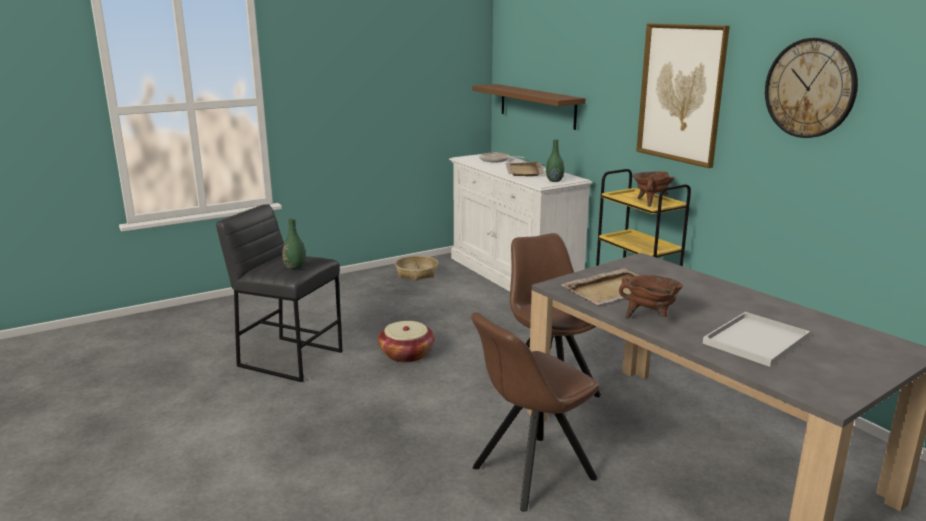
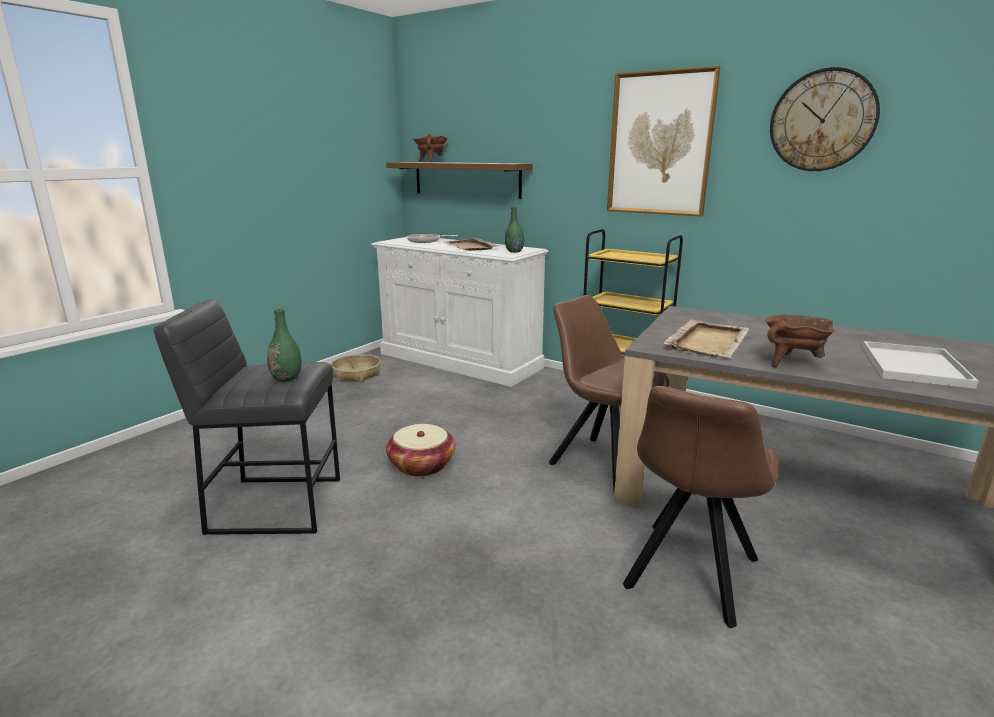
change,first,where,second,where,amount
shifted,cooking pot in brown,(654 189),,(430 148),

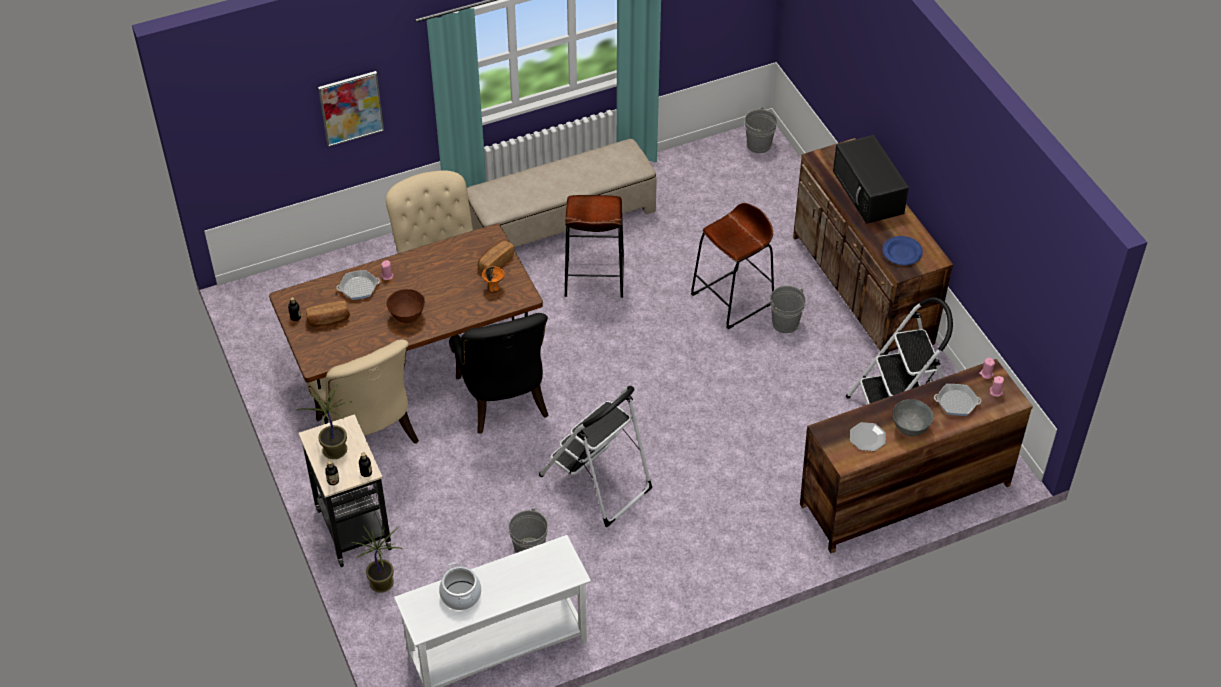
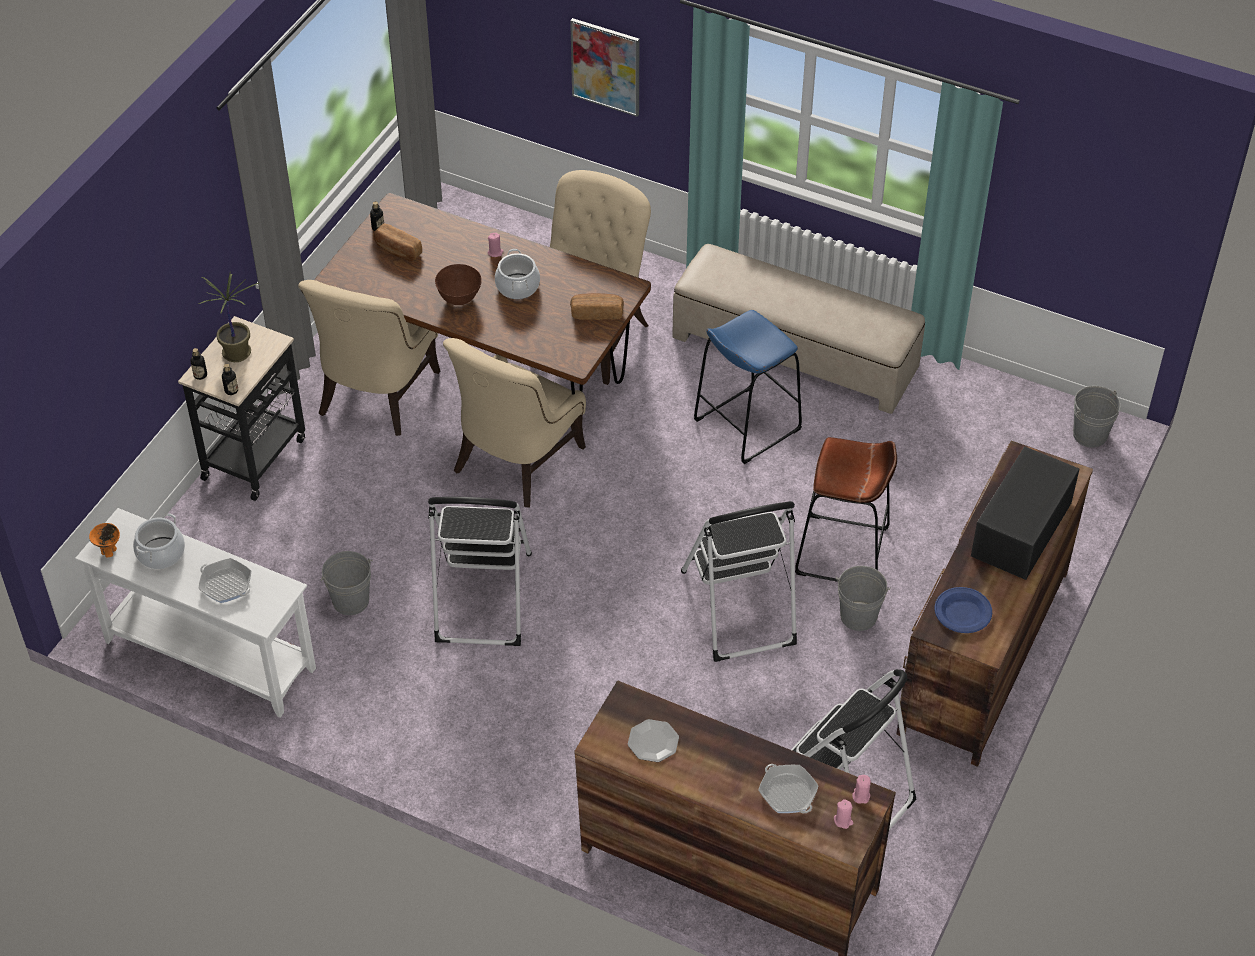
change,first,where,second,where,amount
gone,potted plant,(377 559),,,
gone,bowl in grey,(913 417),,,
new,,,cooking pot,(517 274),
new,,,step ladder,(739 581),
shifted,frying pan,(358 285),,(224 580),
shifted,bowl in orange,(493 279),,(104 540),
repainted,chair in black,(499 373),chair in beige,(514 423),
repainted,stool in brown,(594 246),stool in blue,(748 387),

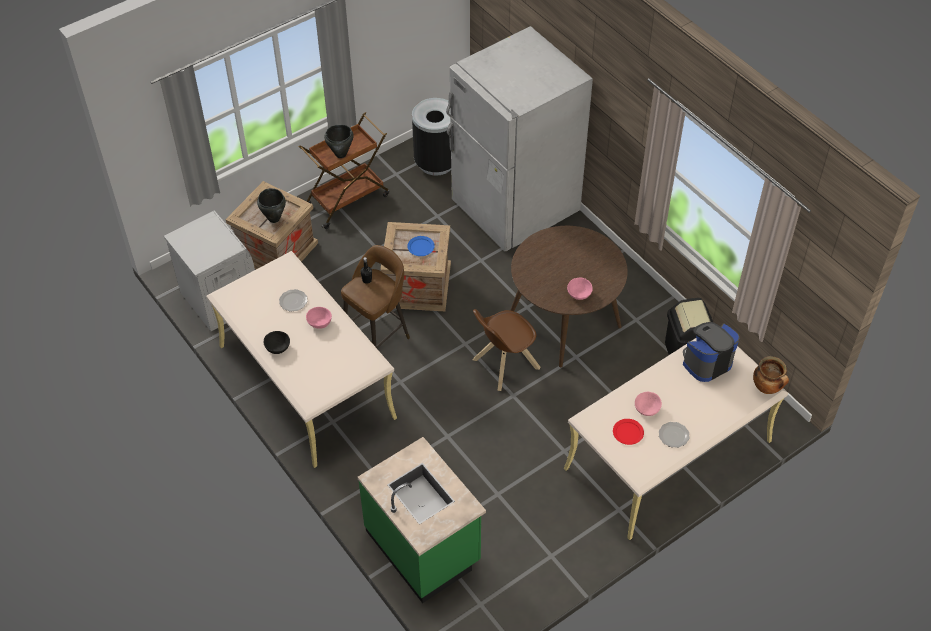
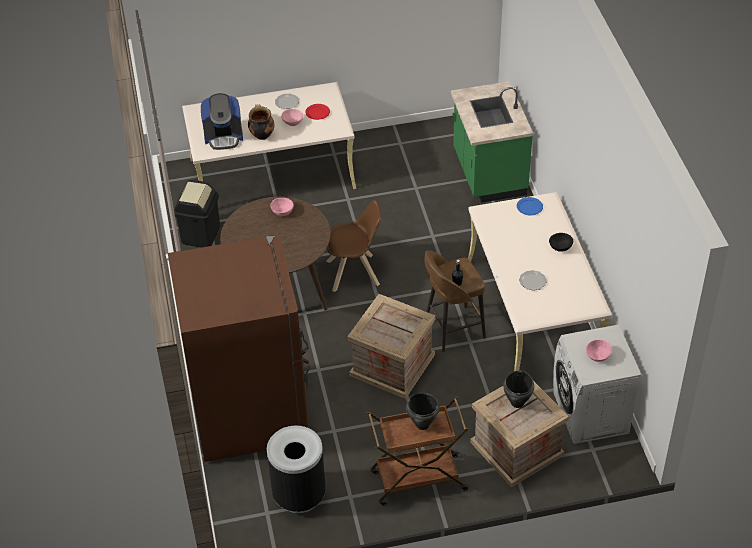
change,first,where,second,where,amount
shifted,bowl in pink,(319 318),,(599 351),
shifted,plate in blue,(421 246),,(530 206),
shifted,cooking pot,(771 375),,(261 122),
repainted,fridge in white,(519 138),fridge in brown,(239 348),

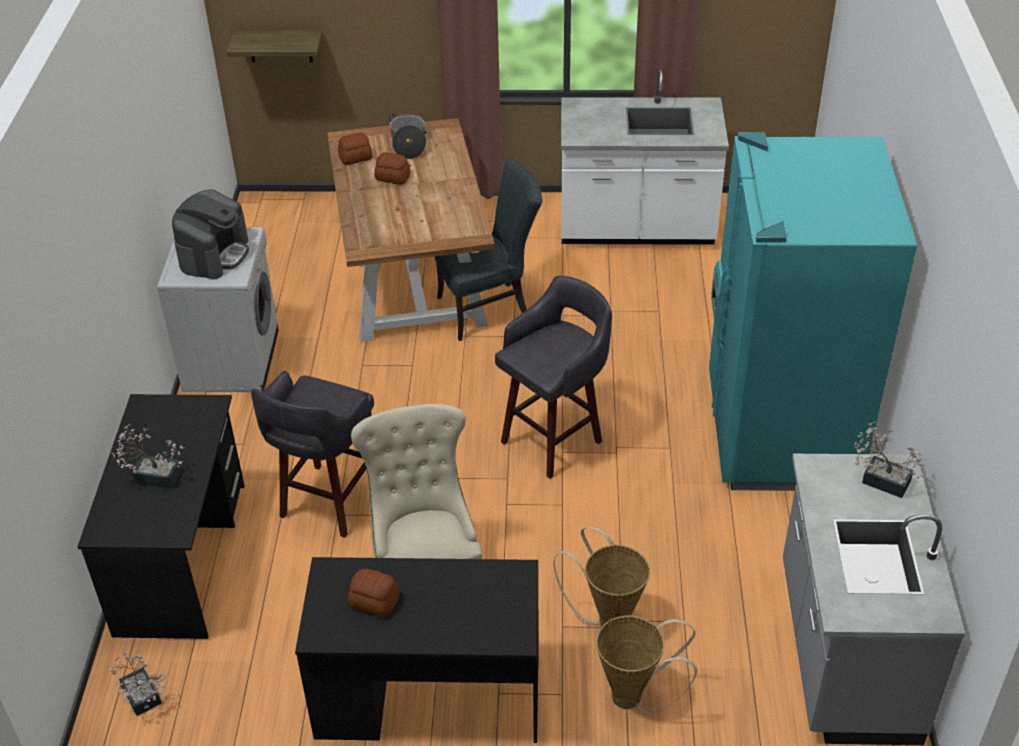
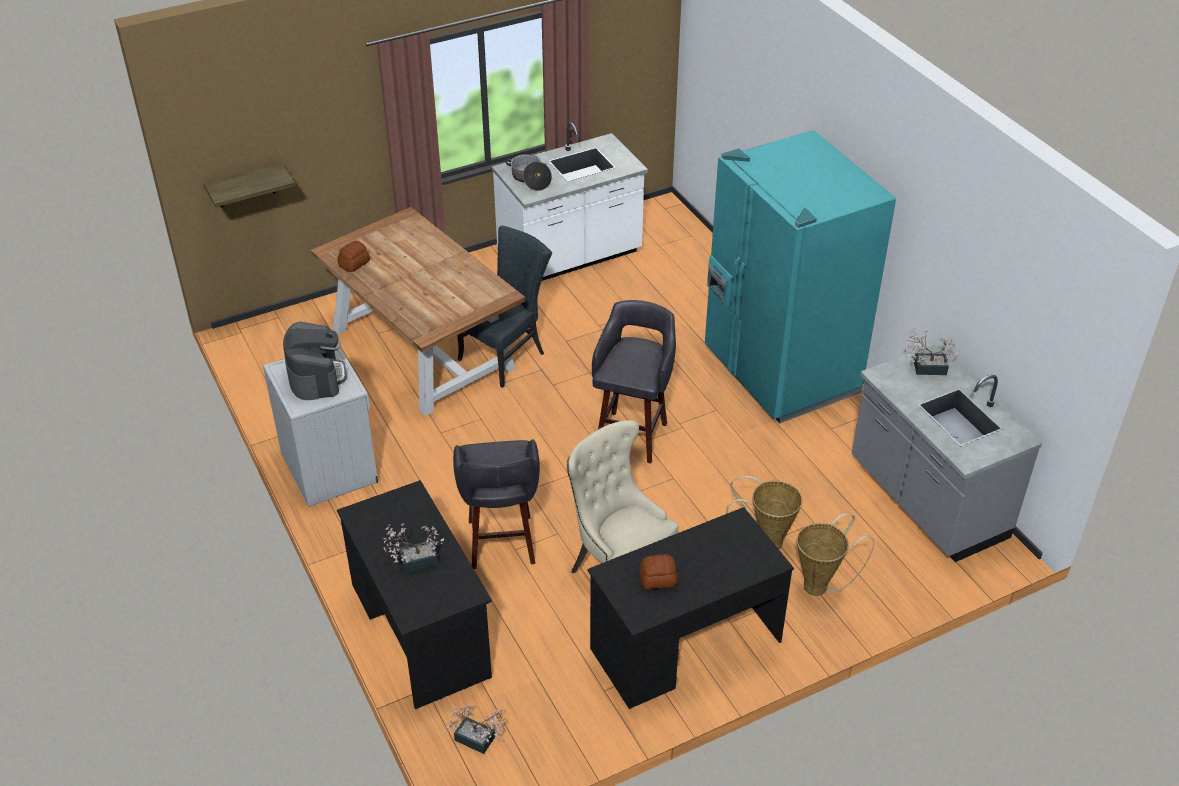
change,first,where,second,where,amount
gone,bread,(392 168),,,
shifted,cooking pot,(407 136),,(528 172),

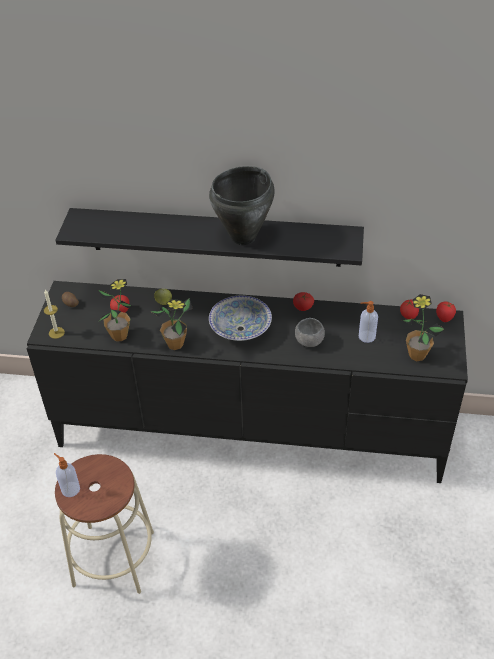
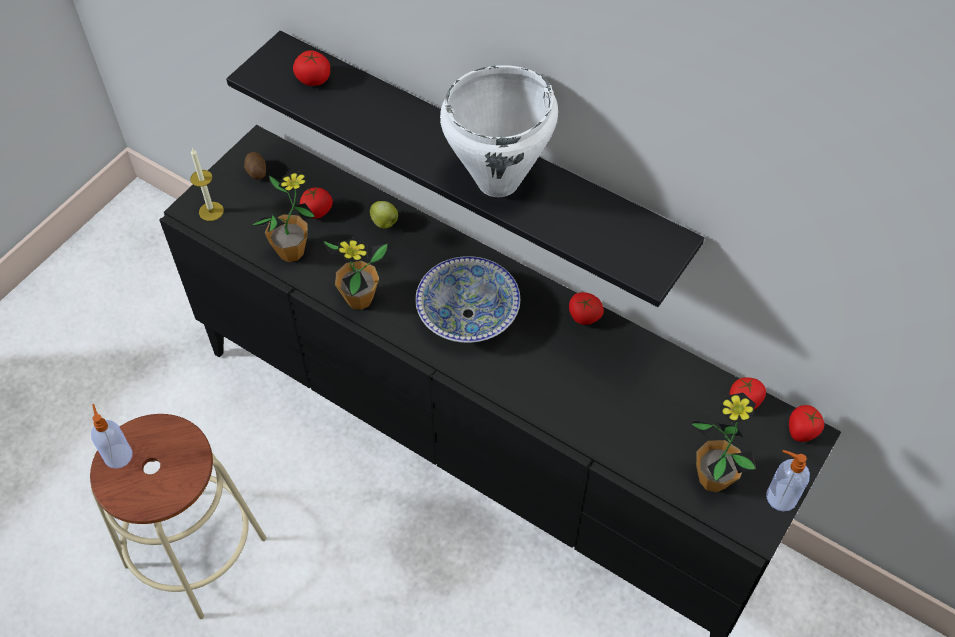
change,first,where,second,where,amount
gone,bowl in grey,(310 332),,,
new,,,tomato,(311 68),
shifted,soap dispenser,(368 322),,(788 480),
repainted,cooking pot in black,(242 205),cooking pot in white,(499 131),

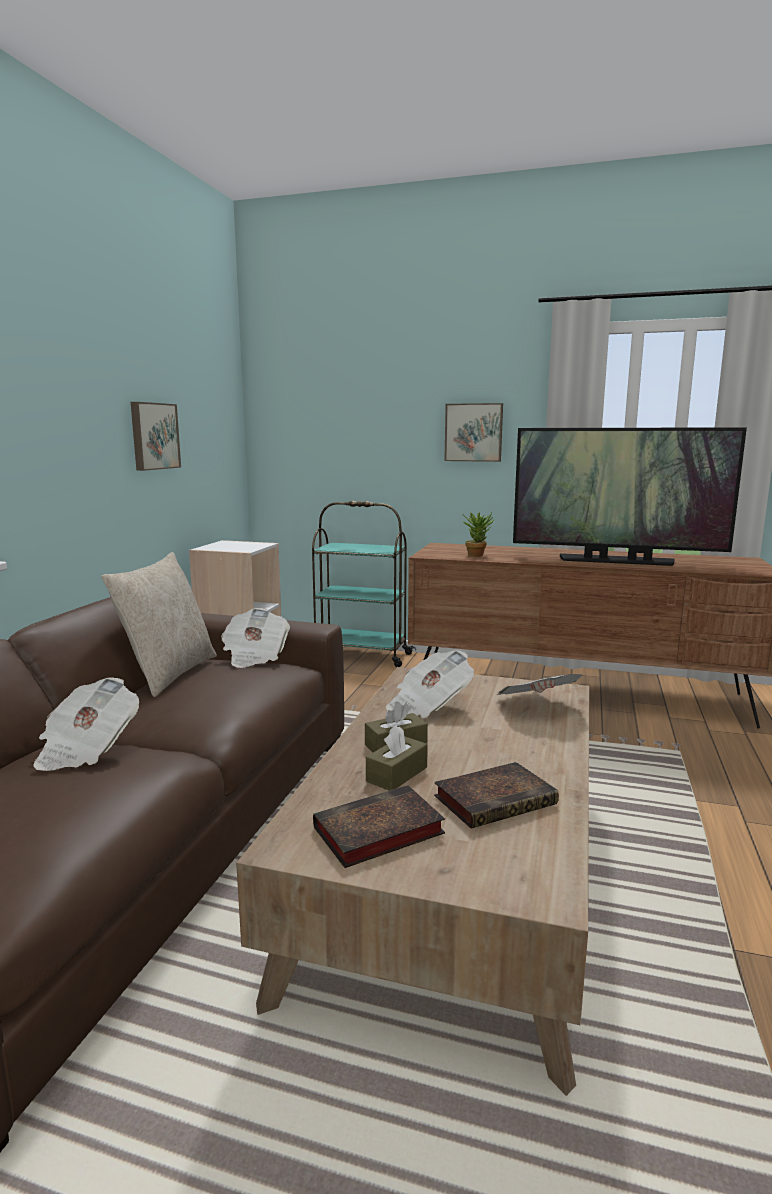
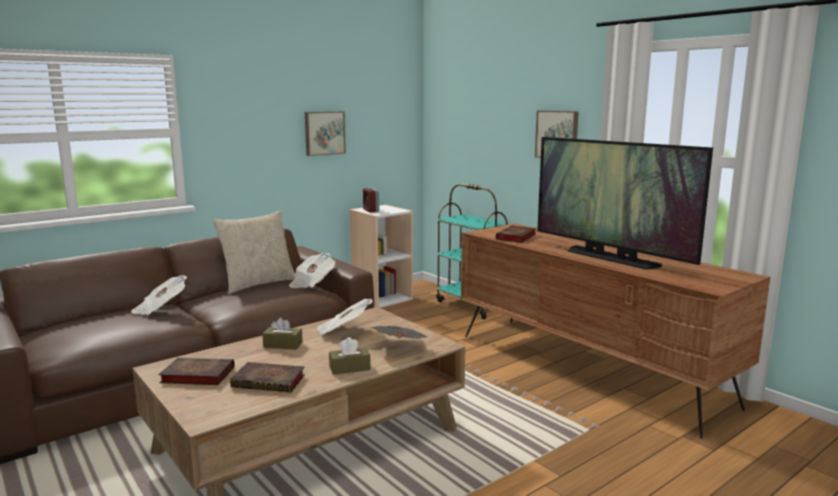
change,first,where,second,where,amount
new,,,alarm clock,(371 200),
shifted,tissue box in brown,(397 758),,(350 356),
swapped,potted plant,(478 534),book,(516 234),

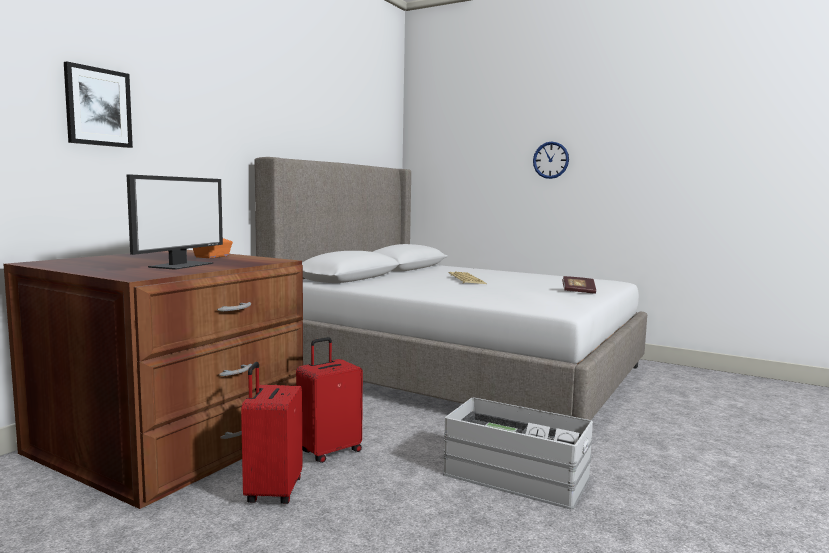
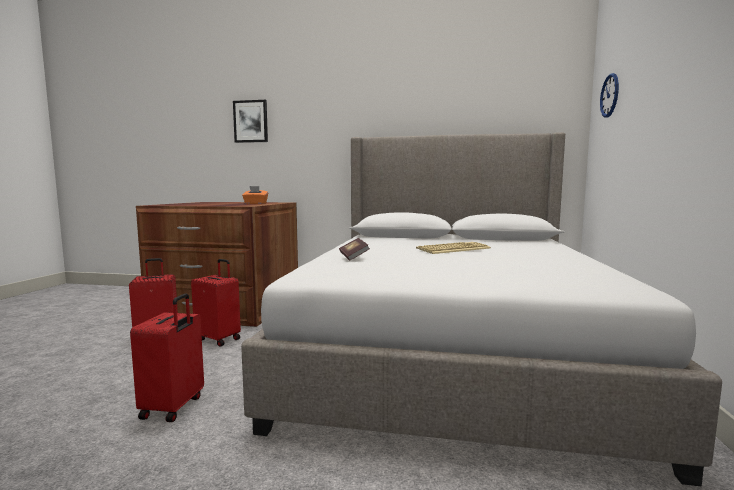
change,first,where,second,where,amount
gone,monitor,(175 222),,,
shifted,wall clock,(551 160),,(609 95),
shifted,book,(579 285),,(354 249),
swapped,storage box in grey,(518 453),suitcase in red,(167 357),

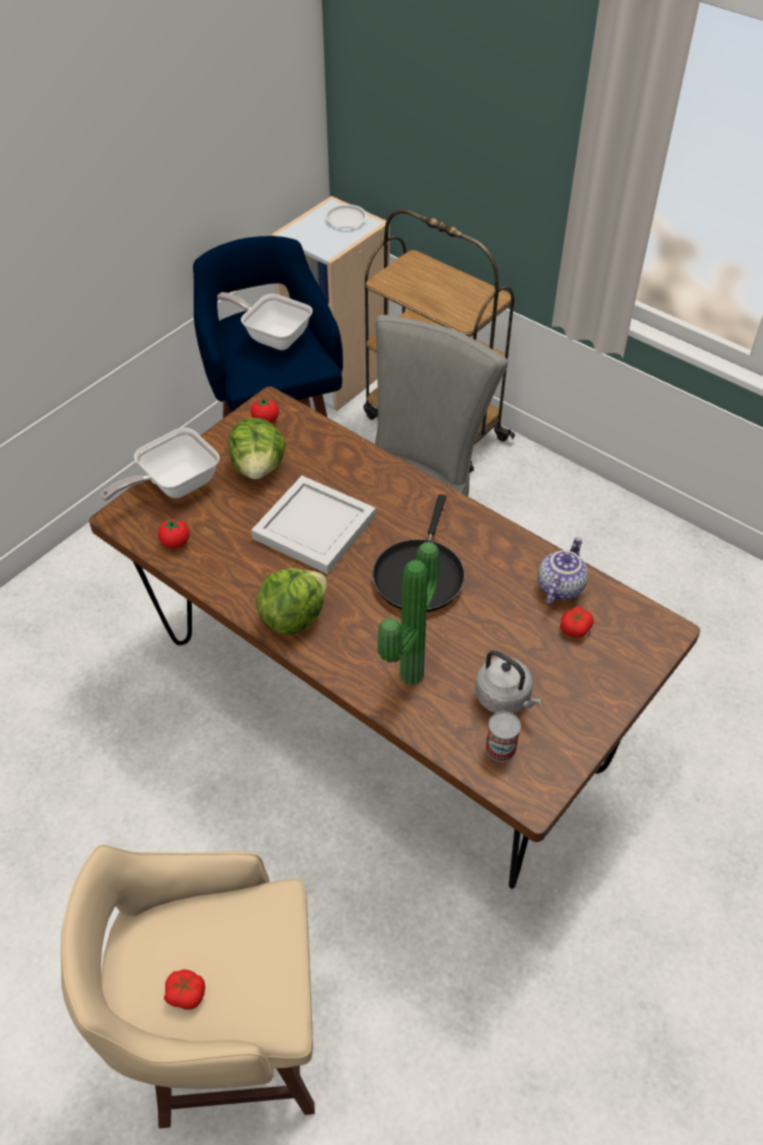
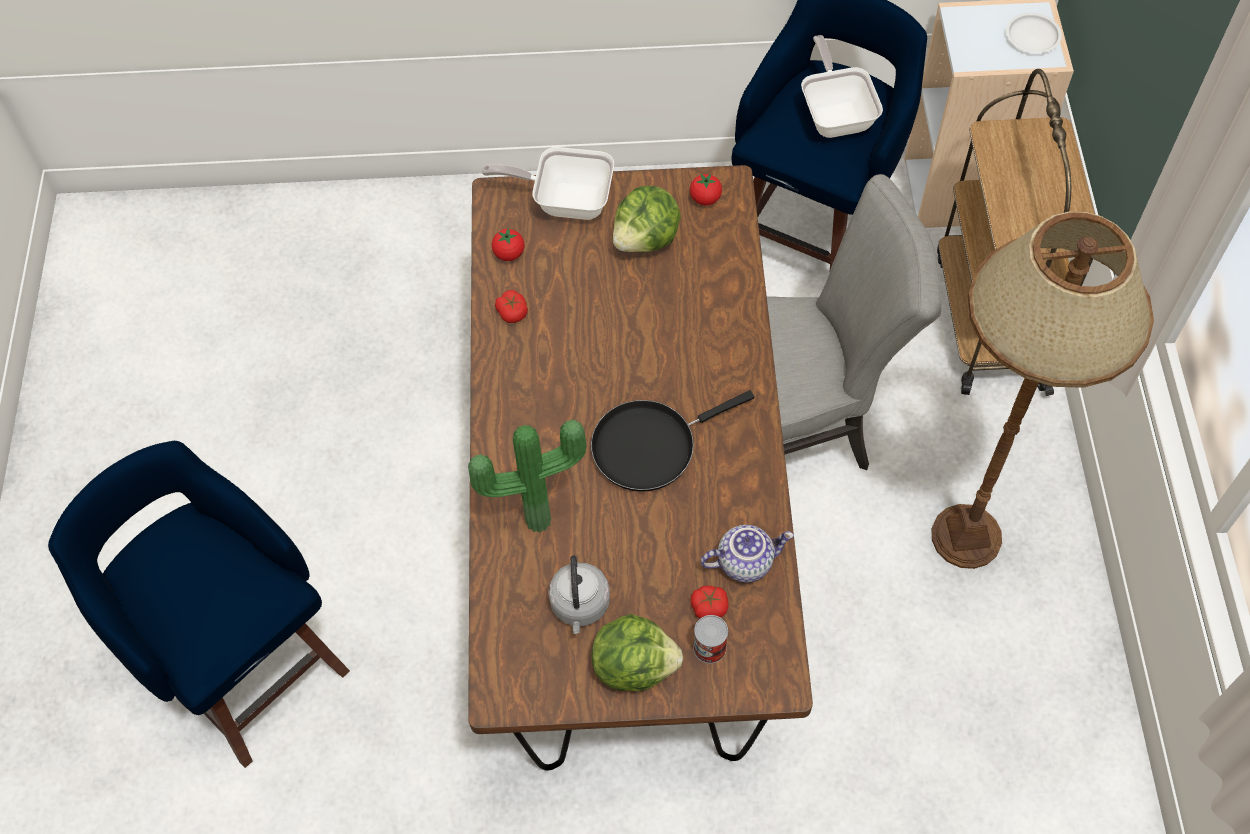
change,first,where,second,where,amount
gone,tray in white,(313 525),,,
new,,,floor lamp in brown,(1043 390),
shifted,tomato,(184 989),,(511 306),
shifted,lettuce,(291 601),,(637 652),
shifted,can,(503 736),,(710 639),
repainted,stool in beige,(188 986),stool in blue,(199 604),

